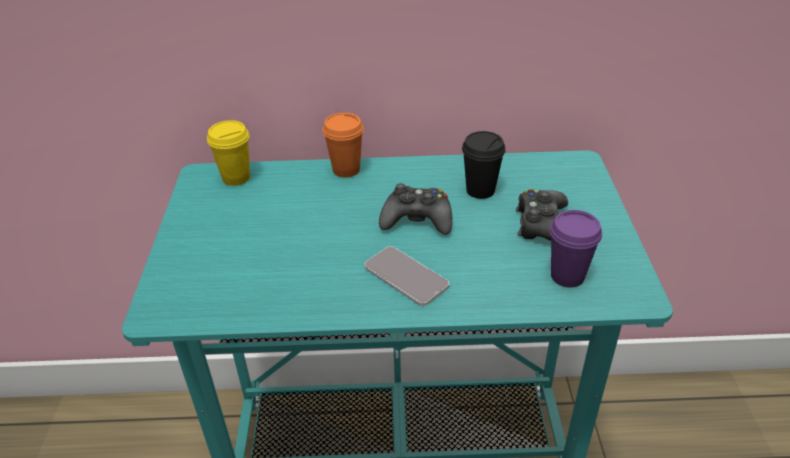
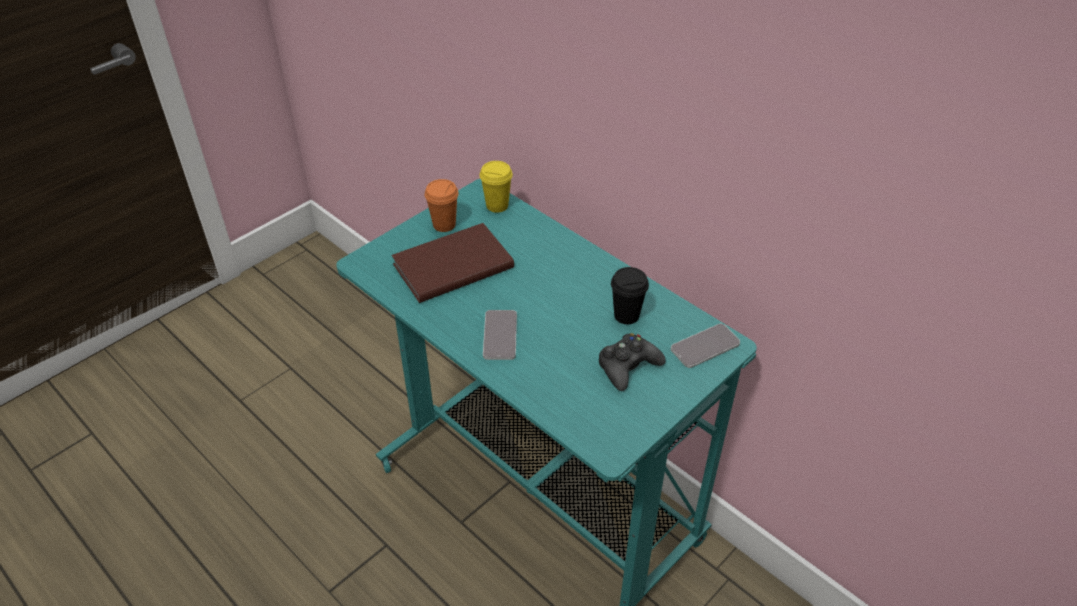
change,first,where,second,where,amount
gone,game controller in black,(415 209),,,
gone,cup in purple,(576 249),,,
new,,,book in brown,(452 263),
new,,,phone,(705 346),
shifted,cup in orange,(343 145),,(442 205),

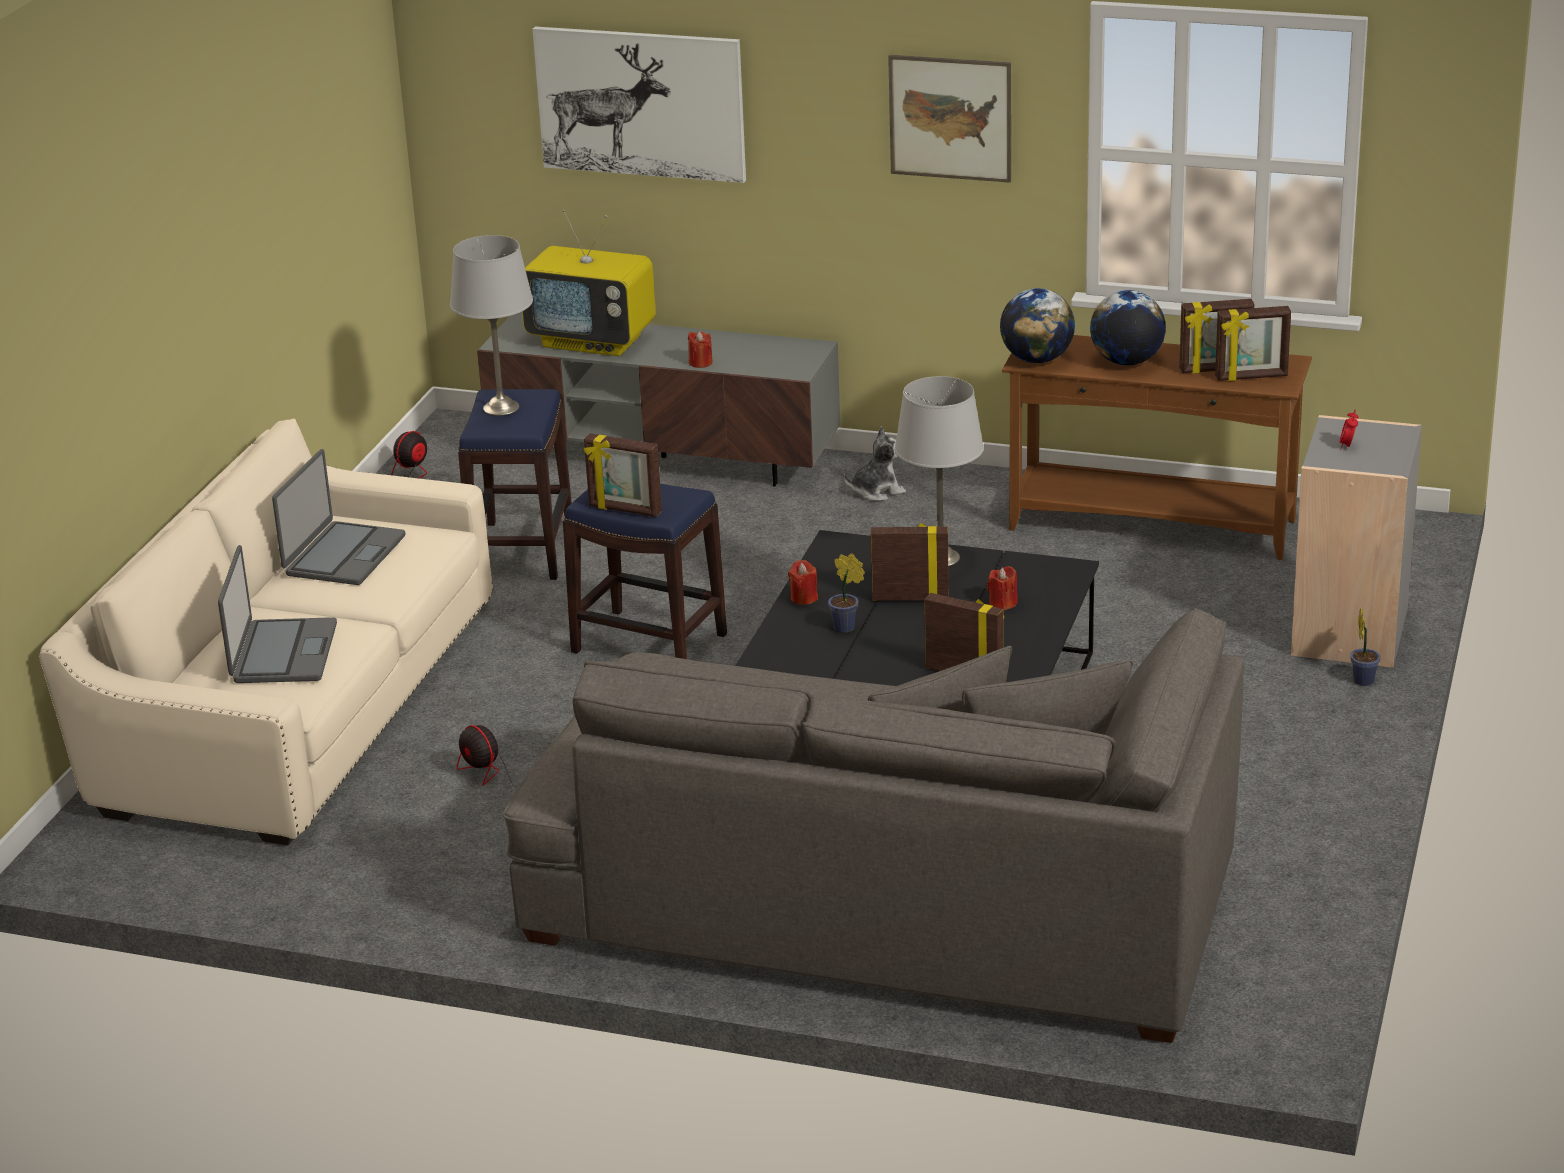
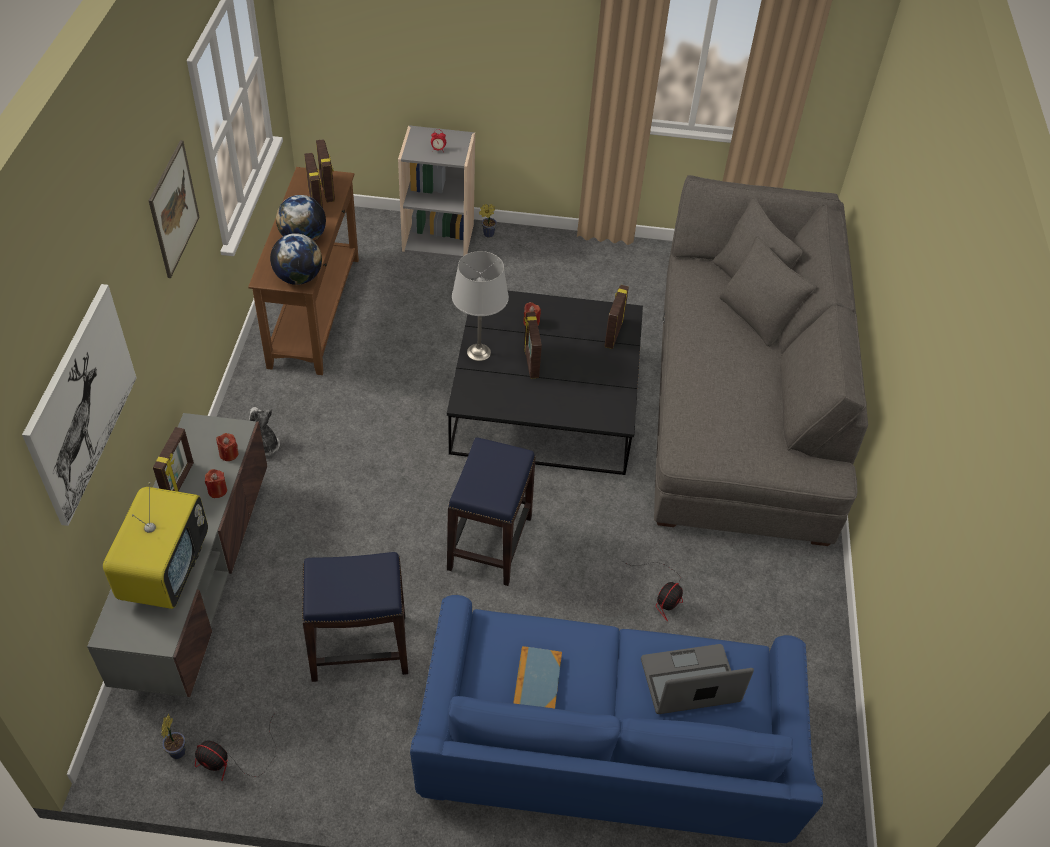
change,first,where,second,where,amount
gone,table lamp in grey,(491 325),,,
shifted,picture frame,(623 475),,(173 459),
shifted,candle in red,(803 582),,(227 447),
shifted,potted plant,(846 592),,(173 736),
swapped,laptop,(338 517),book,(537 677),
repainted,sofa in beige,(266 631),sofa in blue,(616 719),

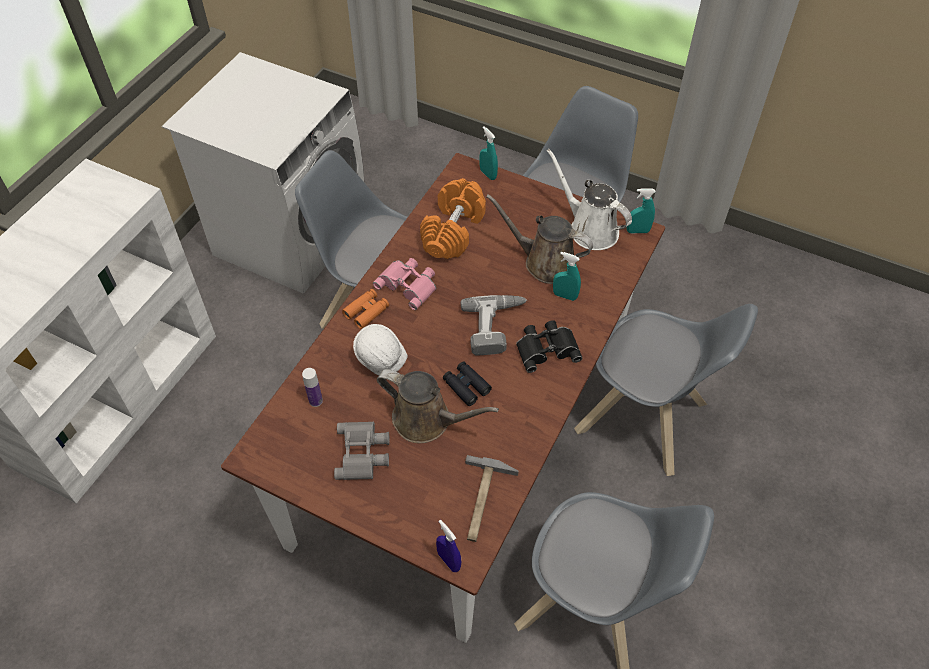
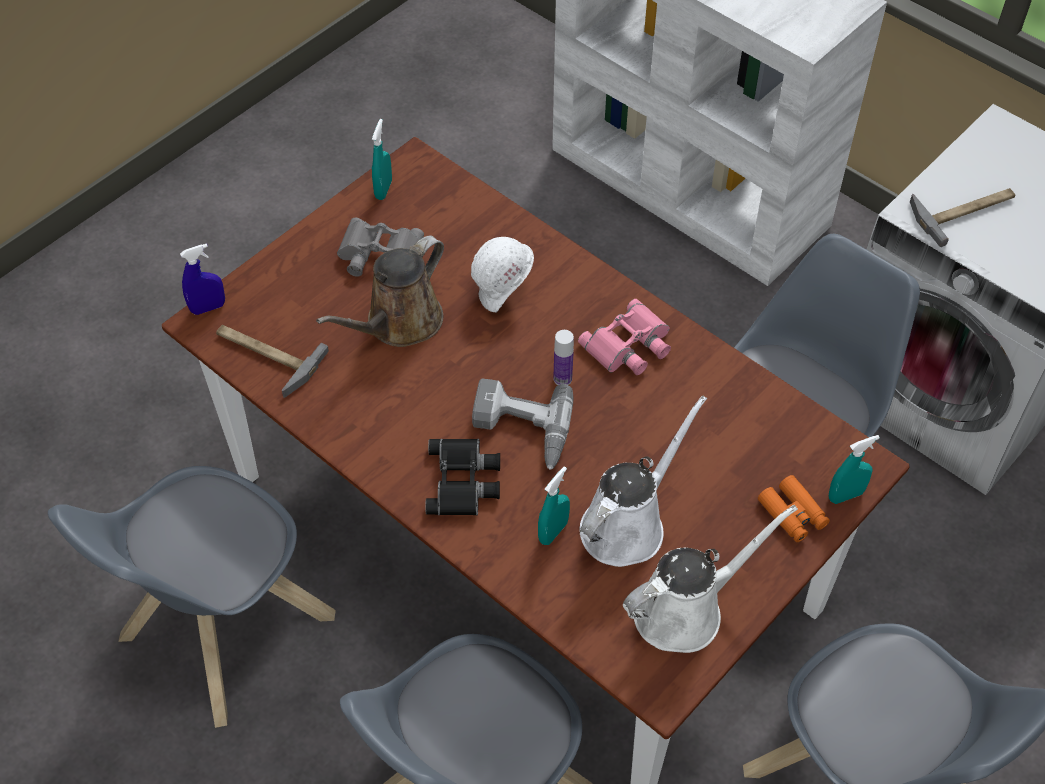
change,first,where,second,where,amount
gone,dumbbell in orange,(453 218),,,
gone,binoculars in black,(467 384),,,
new,,,hammer,(963 217),
shifted,bottle,(312 387),,(563 357),
shifted,binoculars in orange,(365 309),,(794 508),
shifted,spray bottle in turquoise,(641 210),,(382 159),
repainted,watering can in brown,(539 239),watering can in white,(643 481),

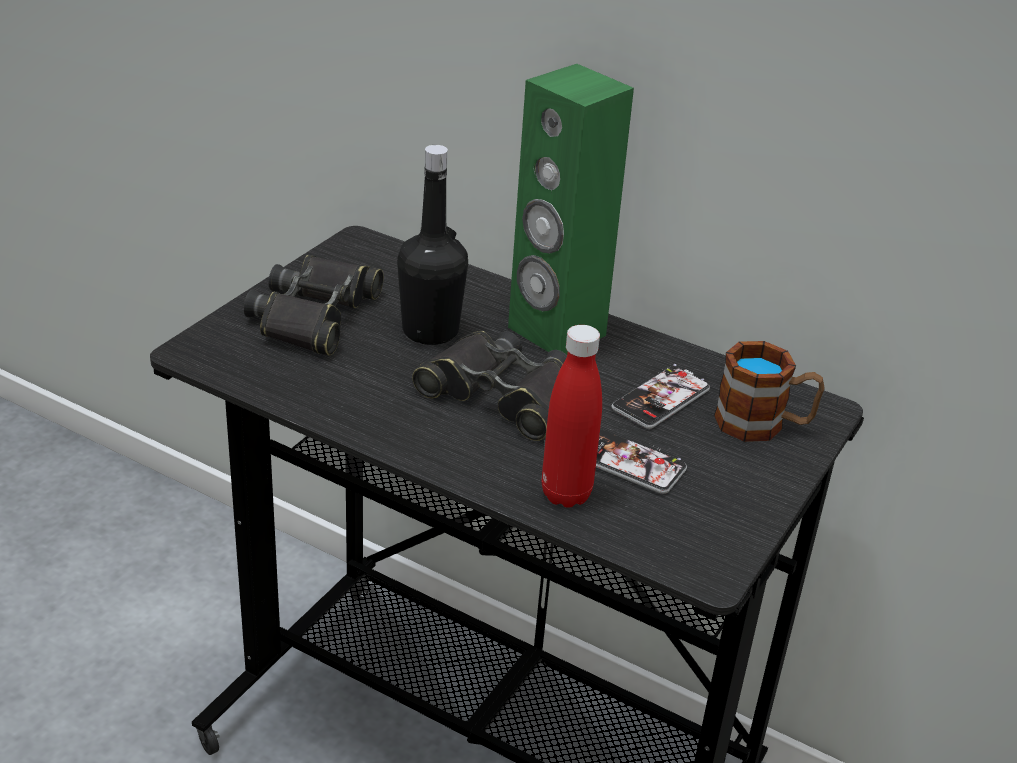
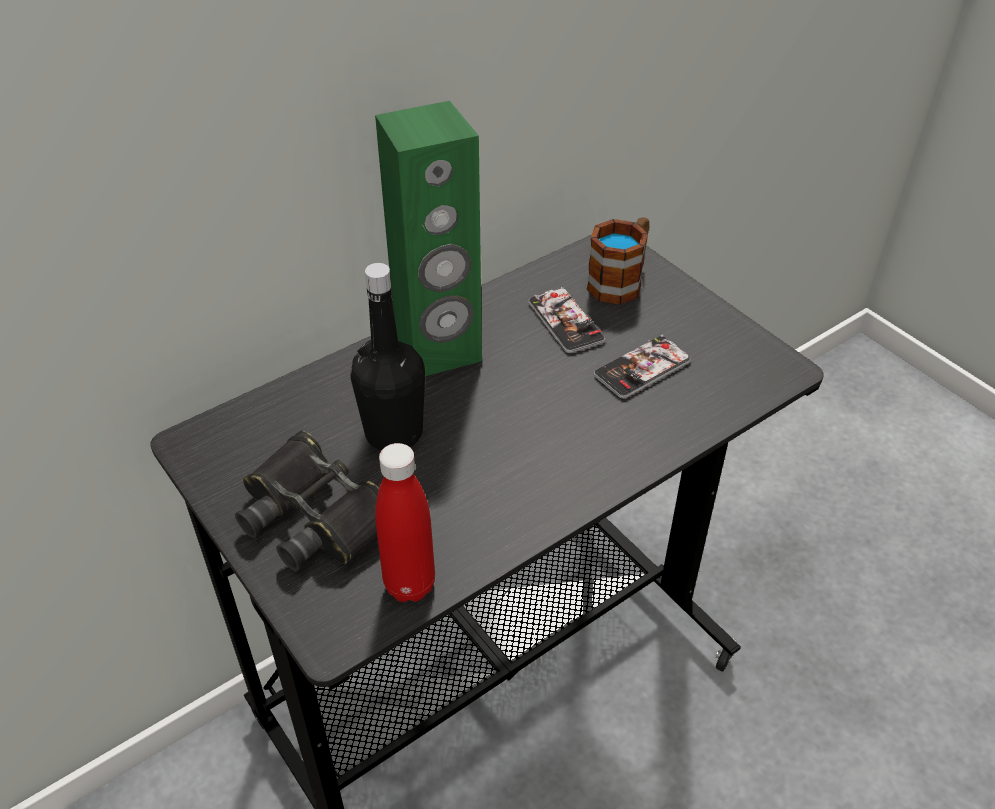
change,first,where,second,where,amount
gone,binoculars in black,(489 386),,,
shifted,bottle in red,(572 416),,(405 522),

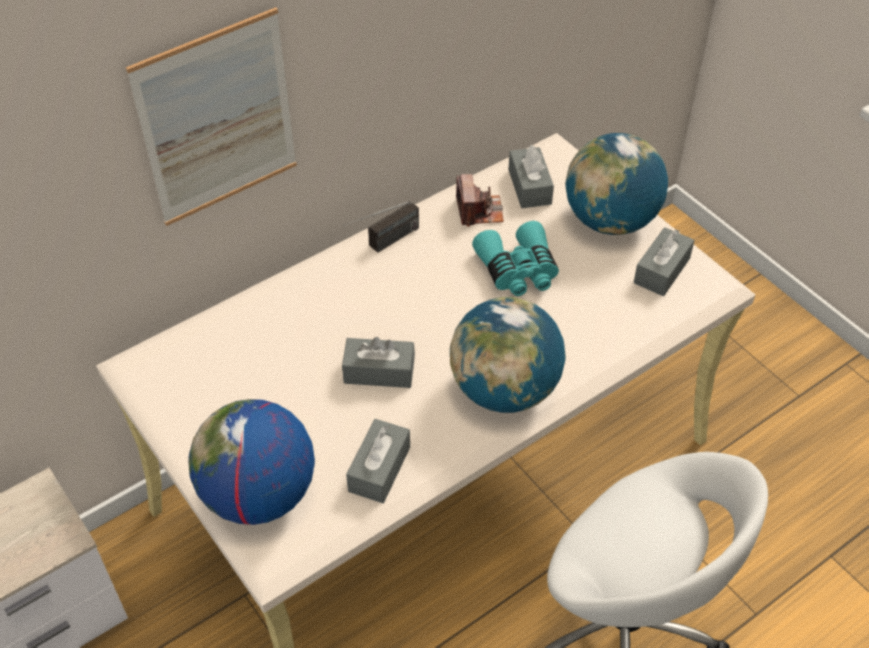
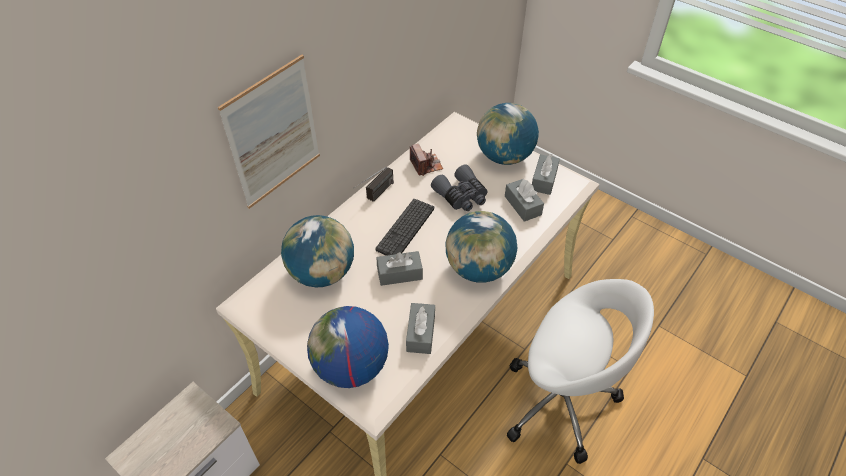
change,first,where,second,where,amount
new,,,globe,(317 251),
new,,,keyboard,(404 227),
shifted,tissue box in grey,(531 176),,(524 200),
repainted,binoculars in turquoise,(515 258),binoculars in grey,(459 188),

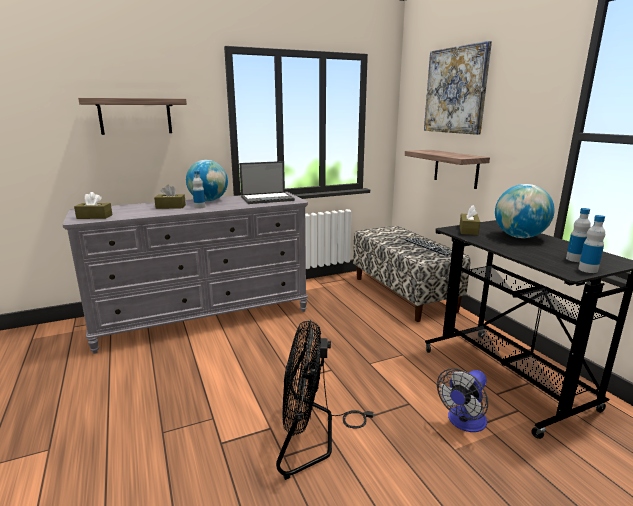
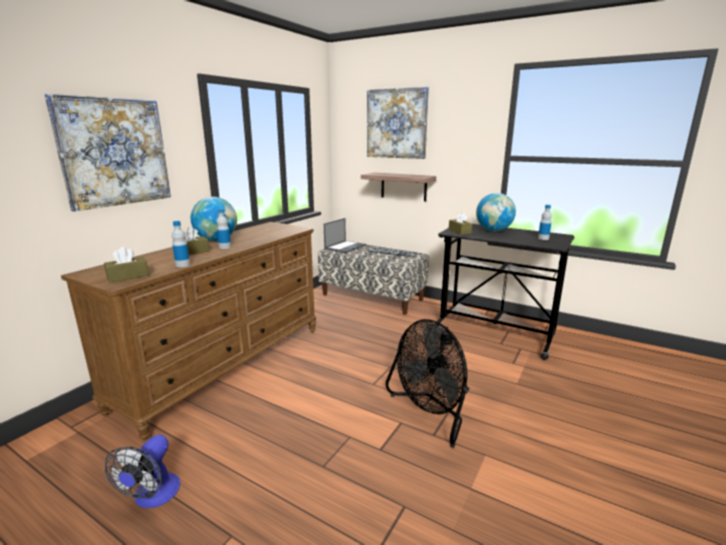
change,first,where,second,where,amount
shifted,laptop,(267 182),,(345 235),
shifted,fan,(462 400),,(142 471),
shifted,bottle,(591 244),,(181 244),
swapped,shelf,(132 116),picture,(107 152),
repainted,dresser in grey,(185 273),dresser in brown,(188 331),

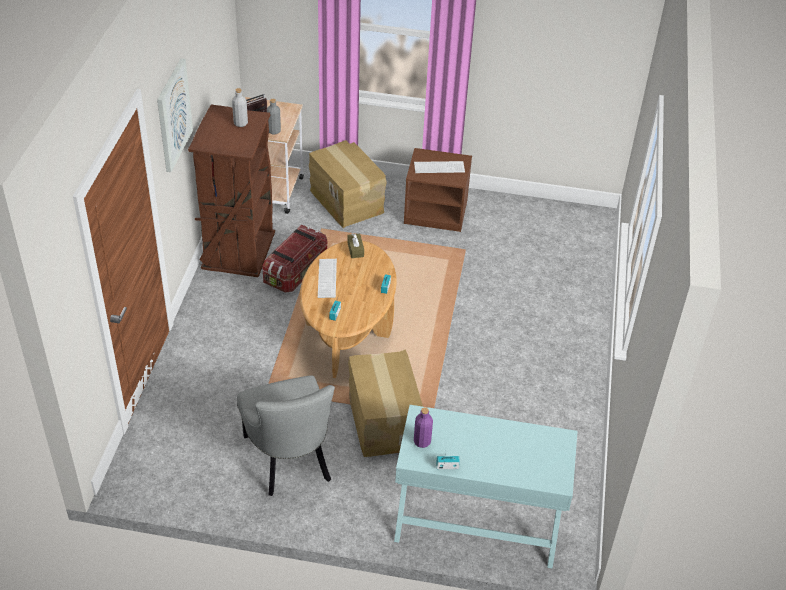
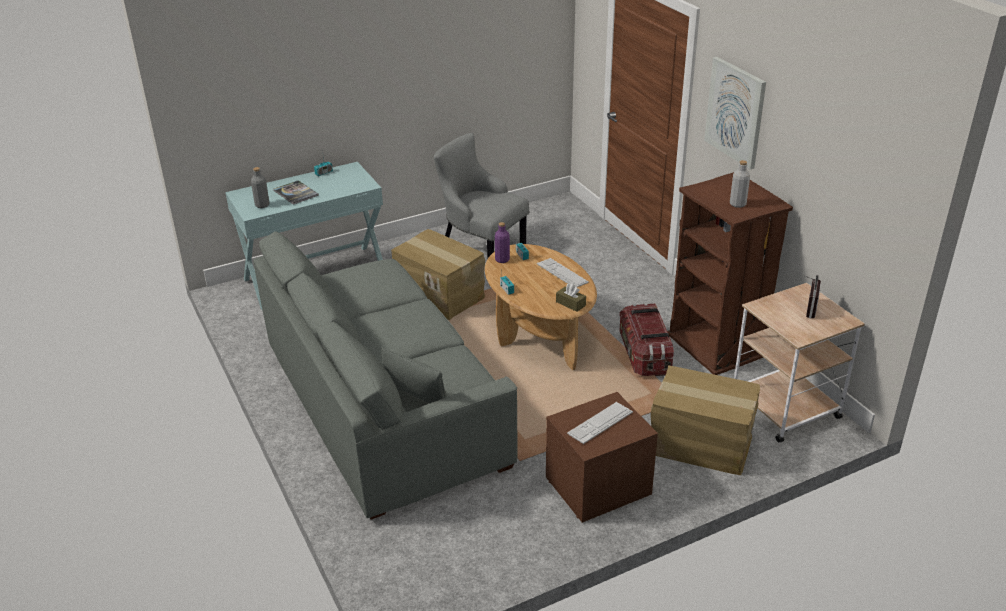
change,first,where,second,where,amount
new,,,sofa in grey,(385 375),
new,,,book,(296 192),
shifted,bottle in grey,(274 116),,(260 187),
shifted,bottle in purple,(423 427),,(502 242),

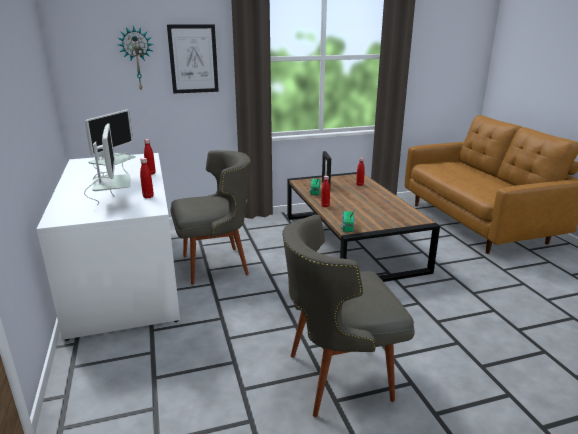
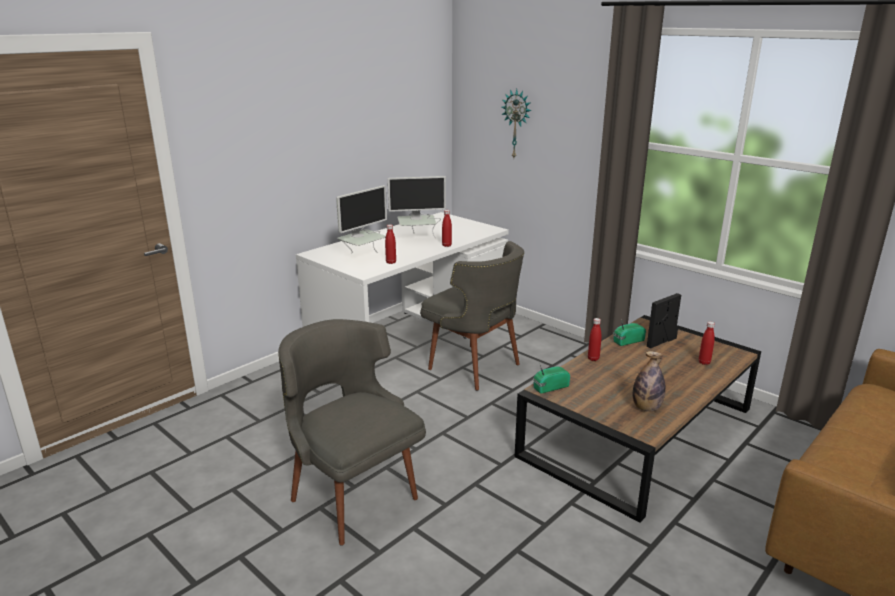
change,first,where,second,where,amount
gone,picture,(193 59),,,
new,,,bottle,(649 381),

